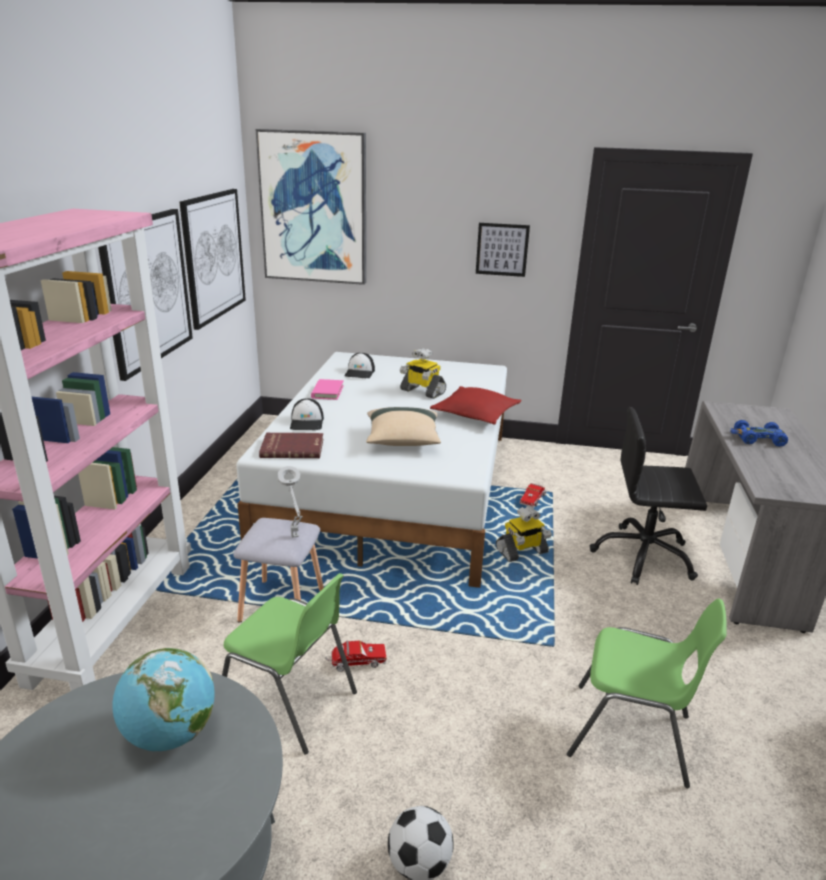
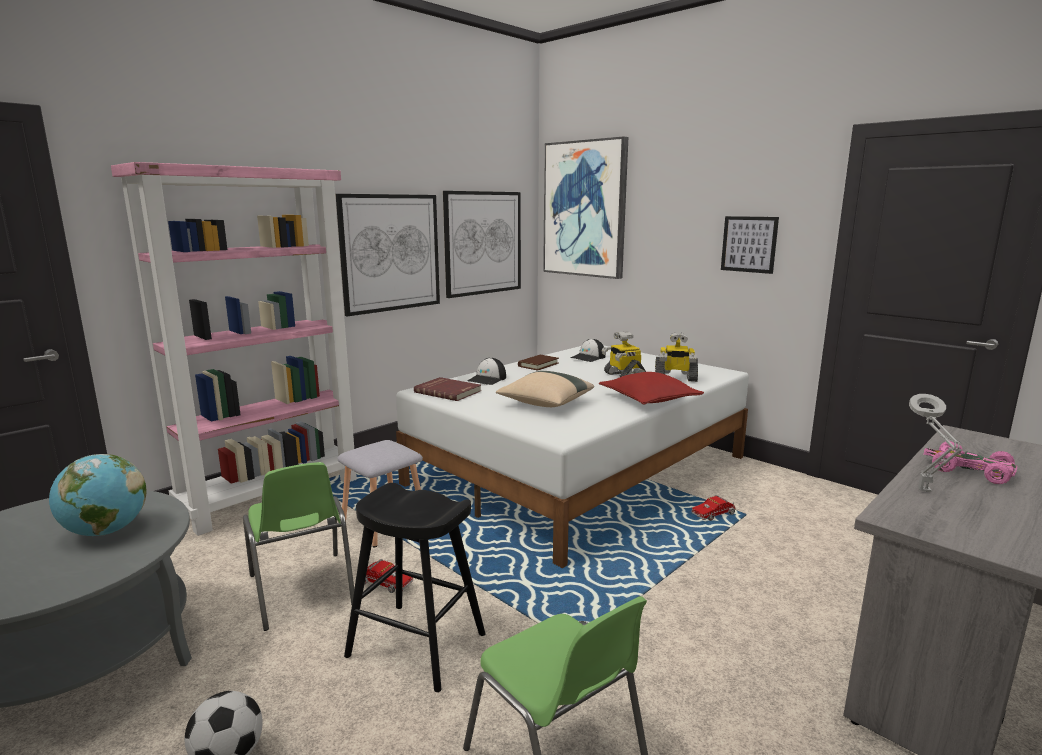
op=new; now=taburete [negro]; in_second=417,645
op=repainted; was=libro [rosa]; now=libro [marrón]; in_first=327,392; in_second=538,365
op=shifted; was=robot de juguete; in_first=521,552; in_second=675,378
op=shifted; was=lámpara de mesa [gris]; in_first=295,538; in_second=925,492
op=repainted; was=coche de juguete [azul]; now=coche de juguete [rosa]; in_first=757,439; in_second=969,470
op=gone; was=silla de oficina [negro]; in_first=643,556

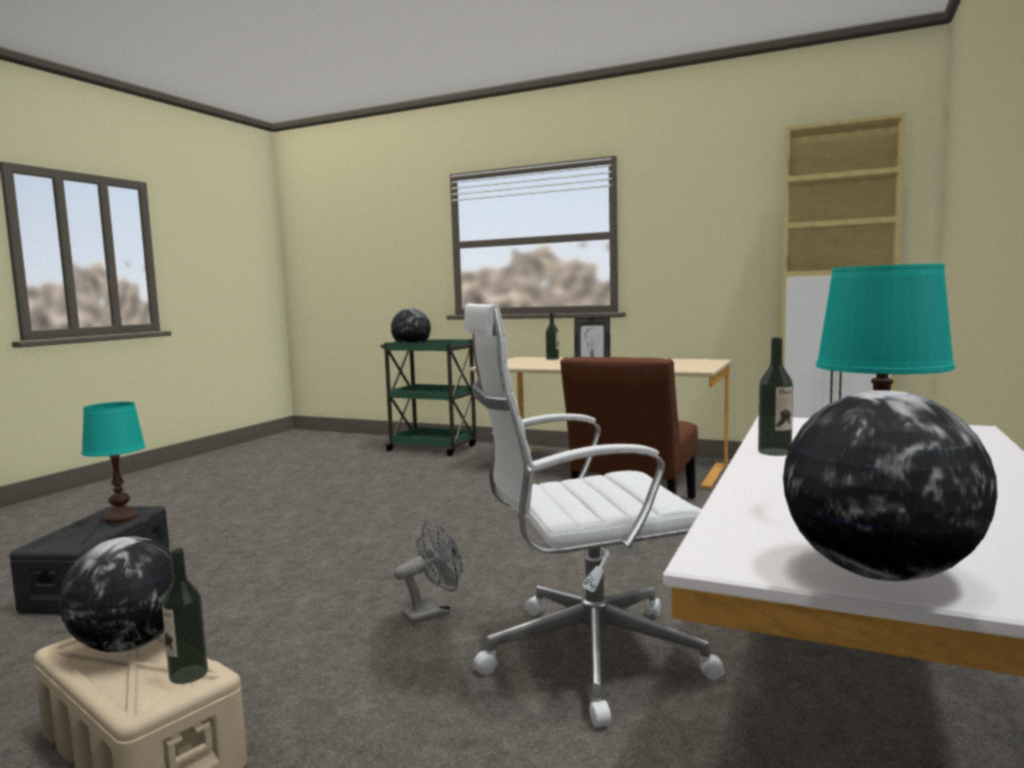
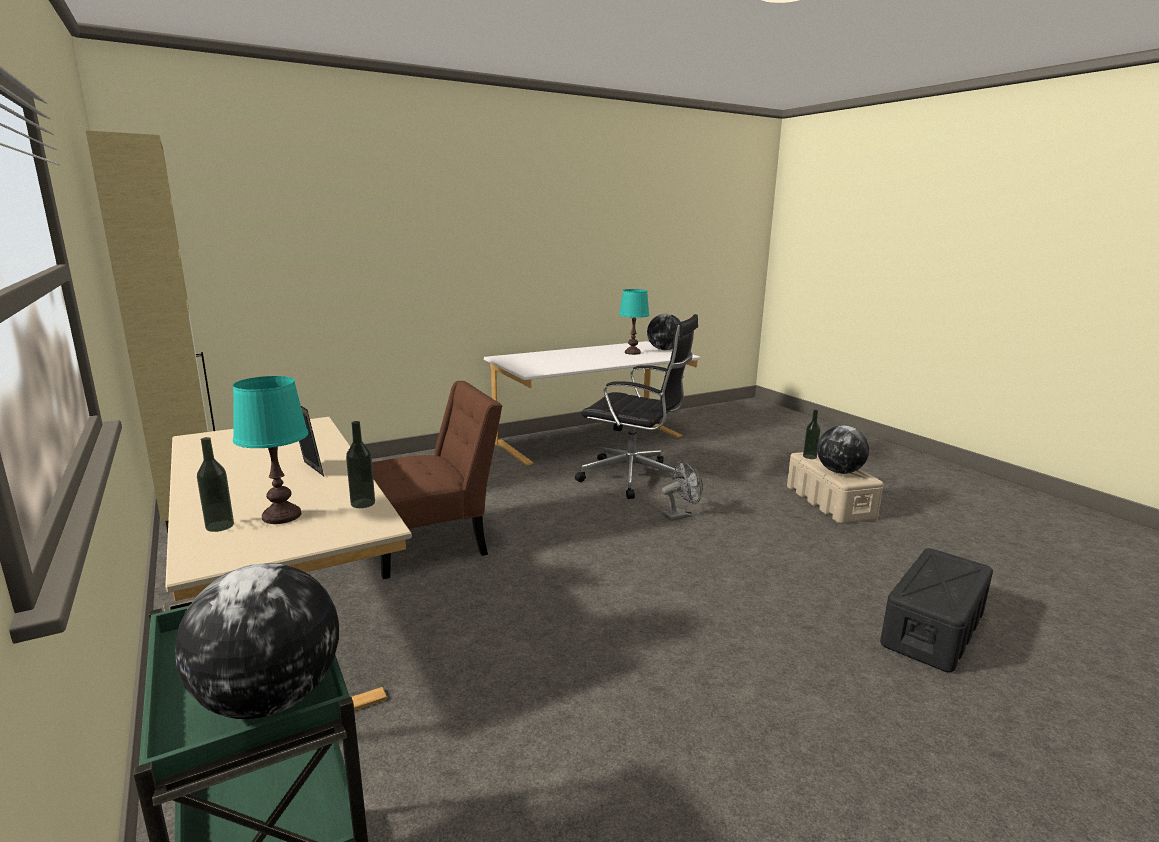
op=shifted; was=lámpara de mesa [turquesa]; in_first=120,518; in_second=282,516
op=shifted; was=botella; in_first=774,452; in_second=363,503
op=repainted; was=silla de oficina [blanco]; now=silla de oficina [negro]; in_first=586,656; in_second=634,478
op=rotated; was=ventilador [gris]; in_first=433,613; in_second=680,515; clockwise=150

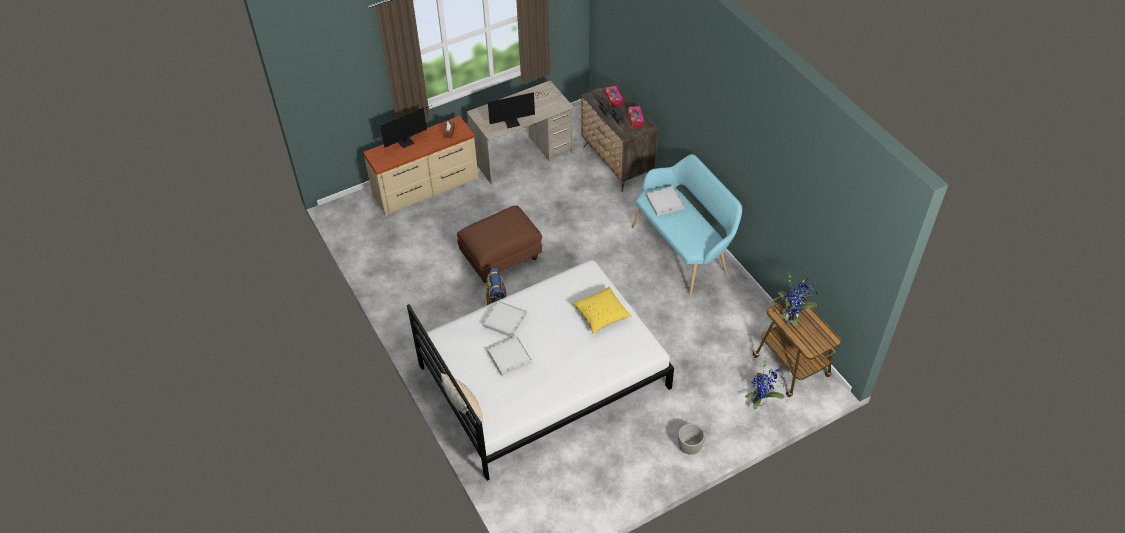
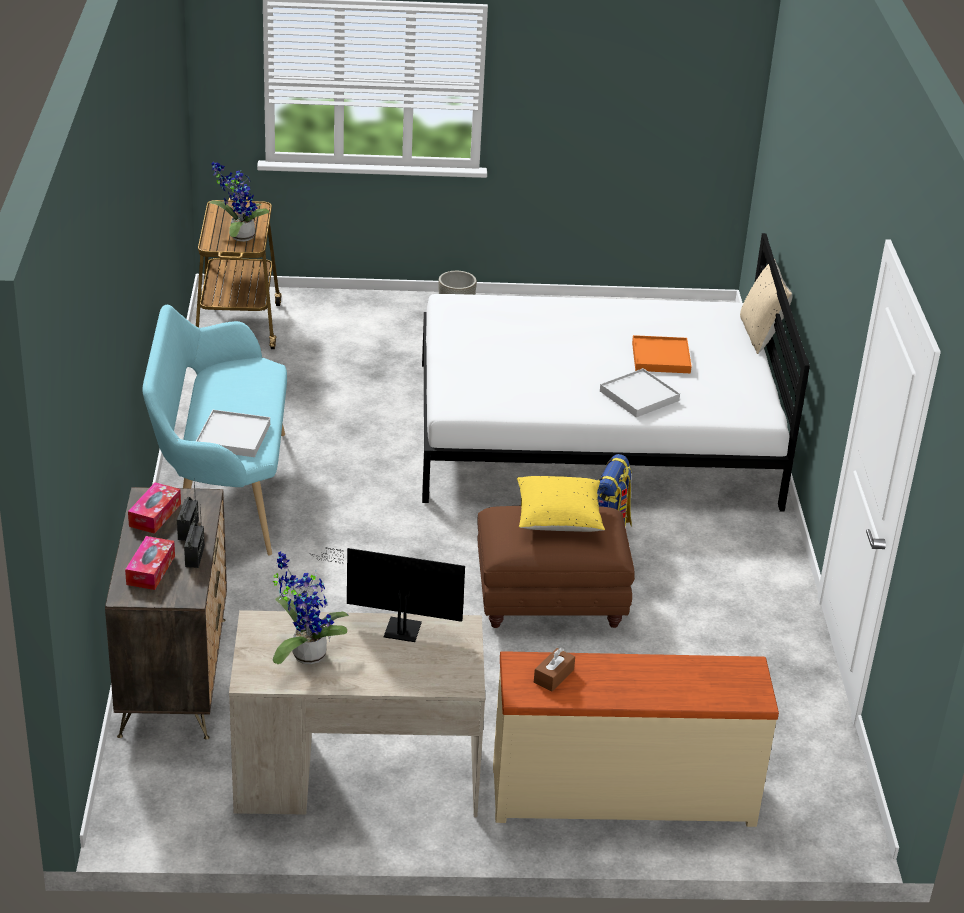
op=shifted; was=planta en maceta; in_first=760,400; in_second=305,653
op=shifted; was=cojín [amarillo]; in_first=601,315; in_second=558,518
op=repainted; was=bandeja [blanco]; now=bandeja [naranja]; in_first=509,357; in_second=661,358
op=gone; was=monitor; in_first=408,141

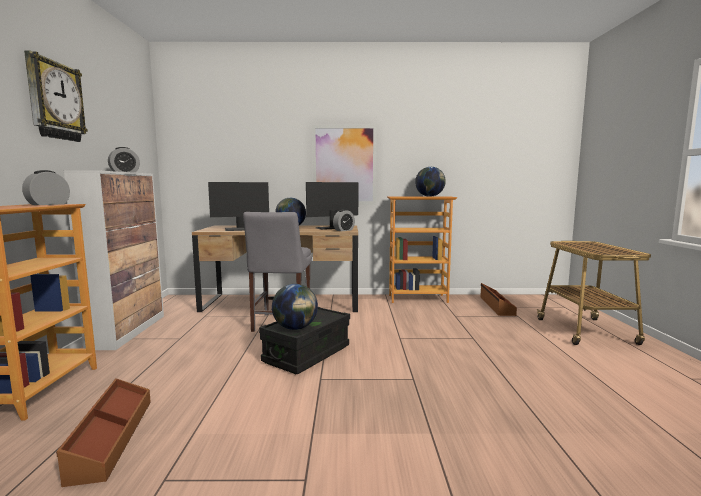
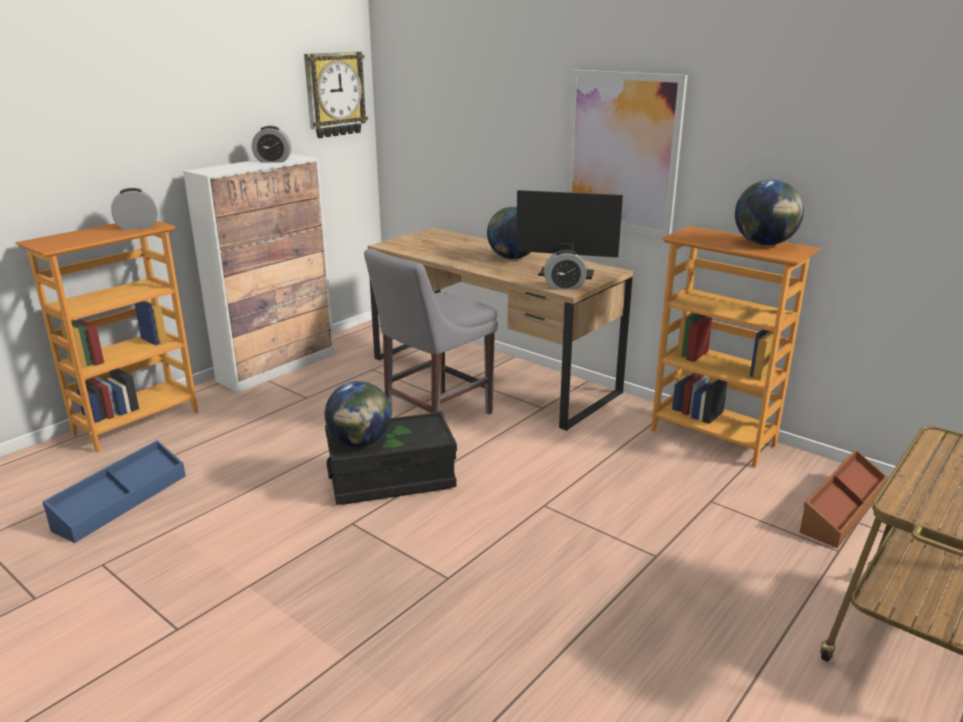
op=repainted; was=caja de almacenaje [marrón]; now=caja de almacenaje [azul]; in_first=111,438; in_second=120,501
op=shifted; was=reloj de pared; in_first=54,100; in_second=334,94
op=gone; was=monitor; in_first=241,229

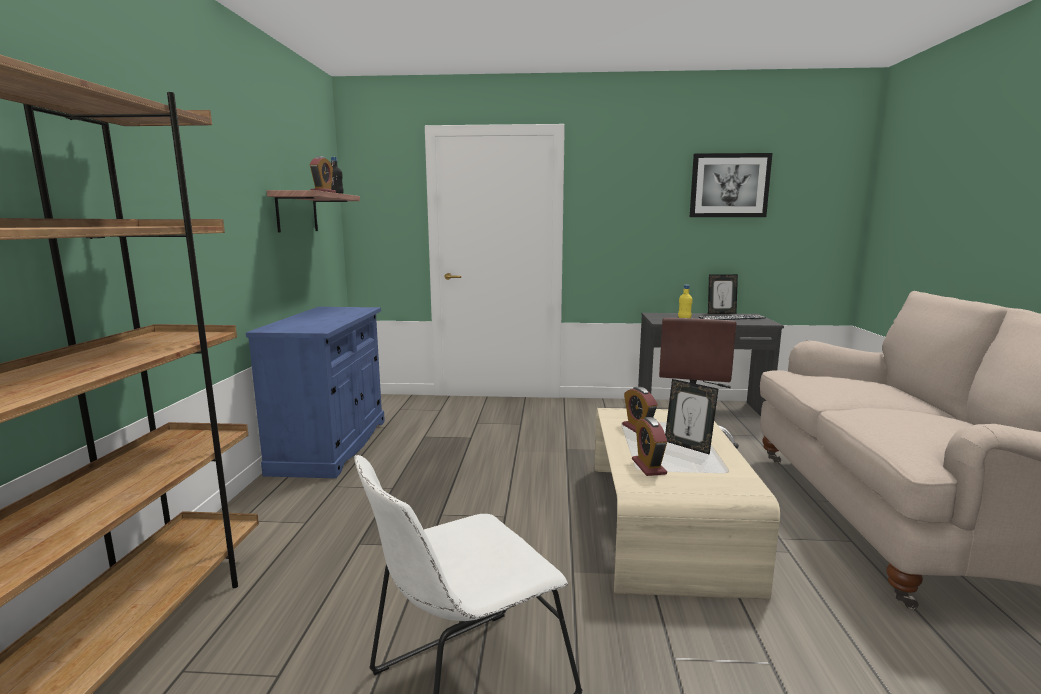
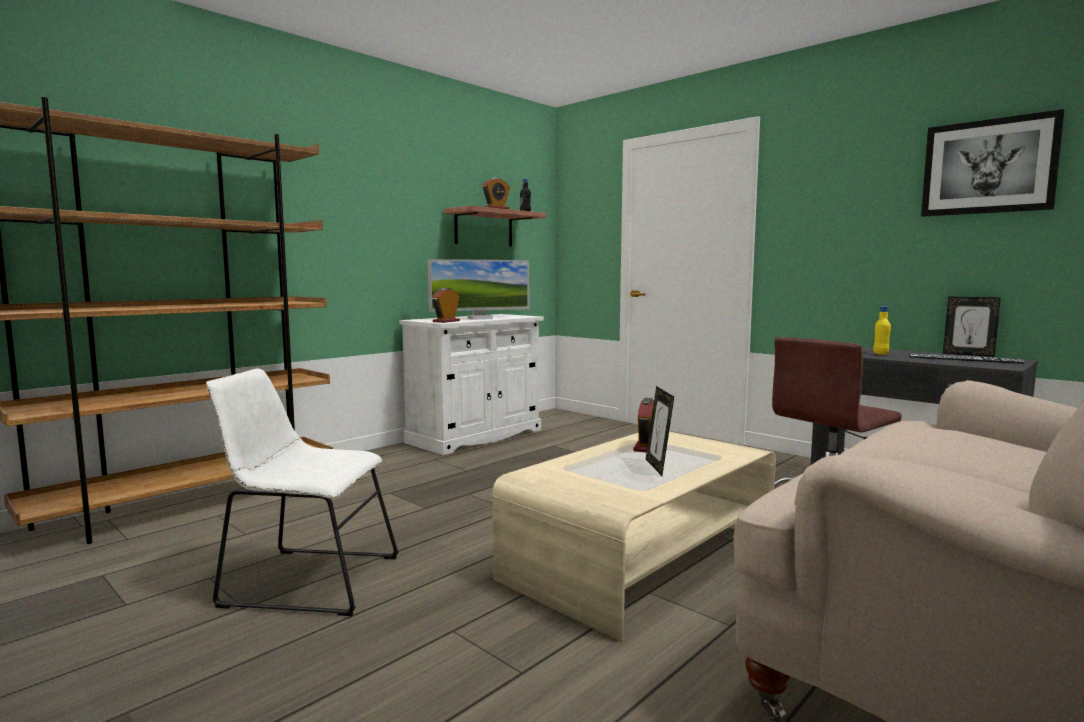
op=repainted; was=armario [azul]; now=armario [blanco]; in_first=331,445; in_second=475,436
op=new; now=monitor; in_second=480,318
op=shifted; was=despertador; in_first=648,467; in_second=446,321

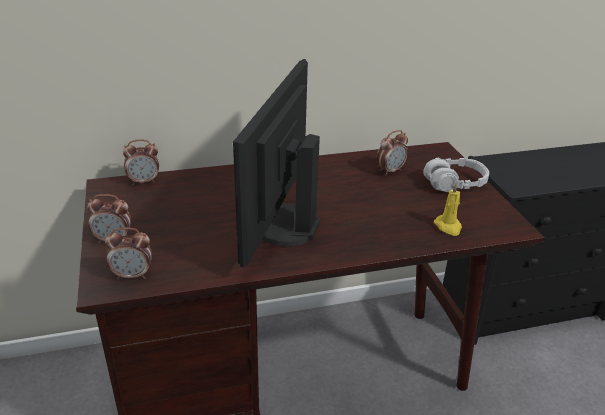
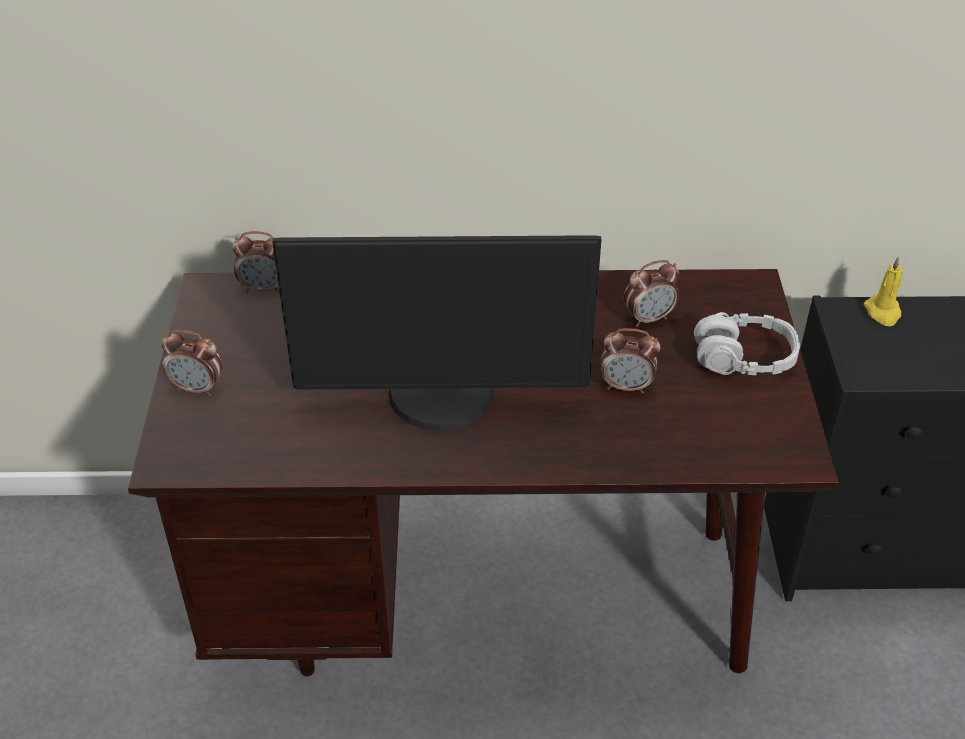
op=rotated; was=monitor; in_first=283,224; in_second=441,397; clockwise=-120
op=shifted; was=despertador; in_first=132,275; in_second=626,386
op=shifted; was=vela [amarillo]; in_first=448,227; in_second=883,312

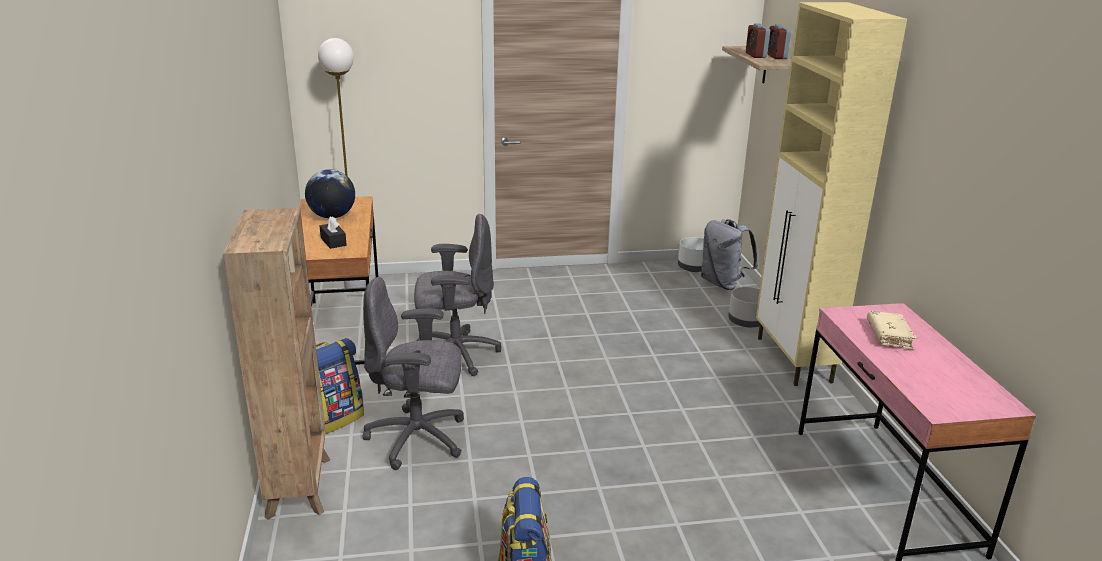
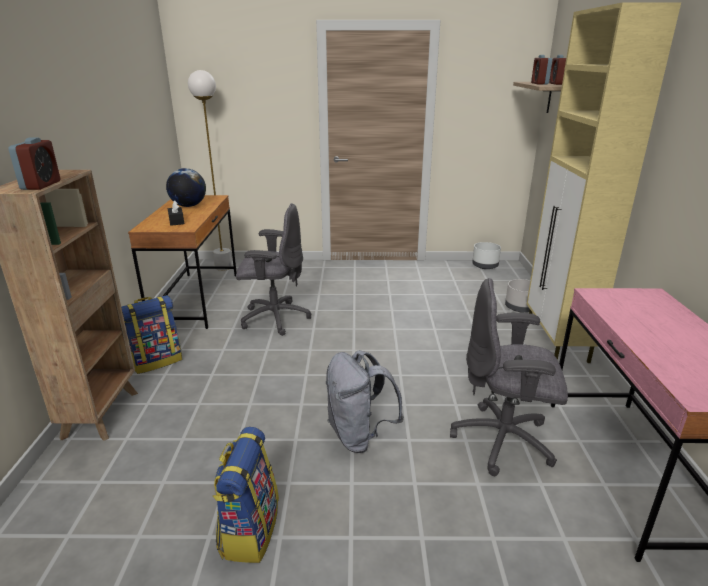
op=new; now=despertador; in_second=41,185
op=shifted; was=mochila [gris]; in_first=723,284; in_second=359,436
op=shifted; was=silla de oficina [gris]; in_first=418,439; in_second=504,441
op=gone; was=libro [beis]; in_first=889,336

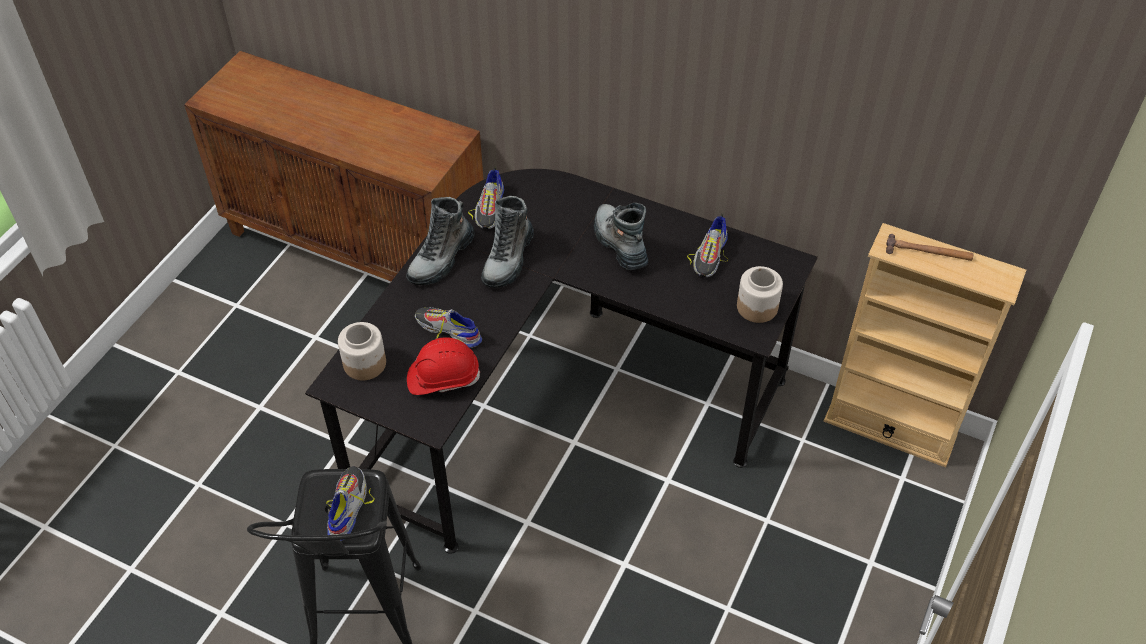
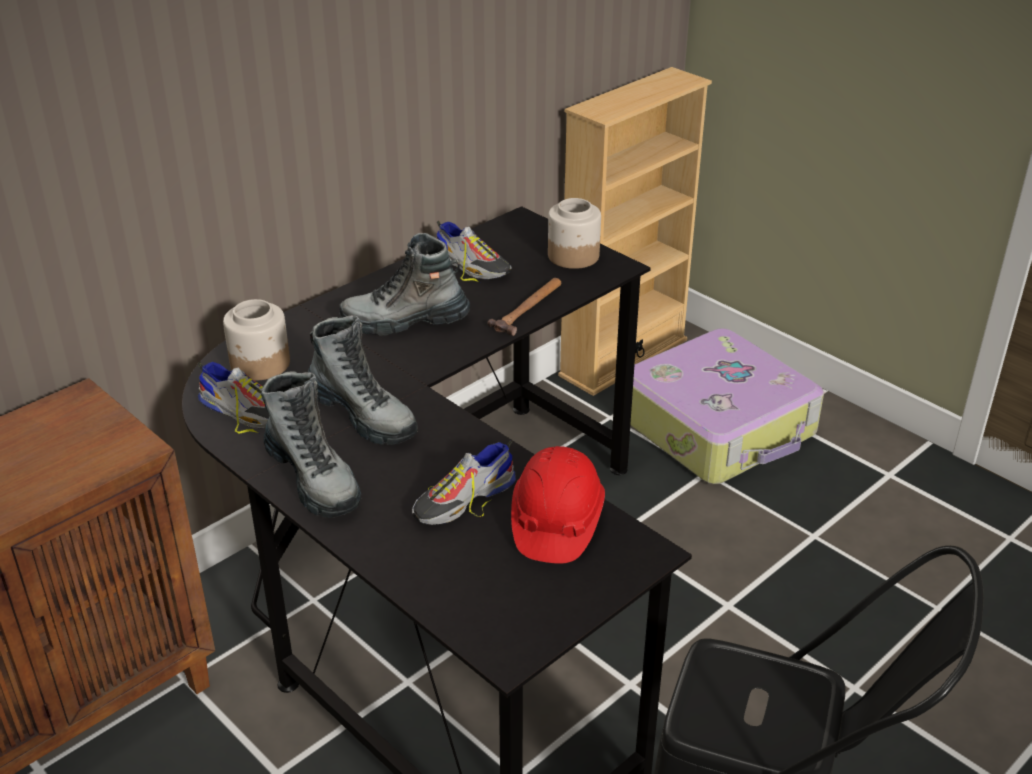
op=shifted; was=tarro; in_first=364,364; in_second=260,364
op=shifted; was=martillo; in_first=928,252; in_second=529,308
op=new; now=maleta; in_second=718,426
op=gone; was=zapato; in_first=347,506

